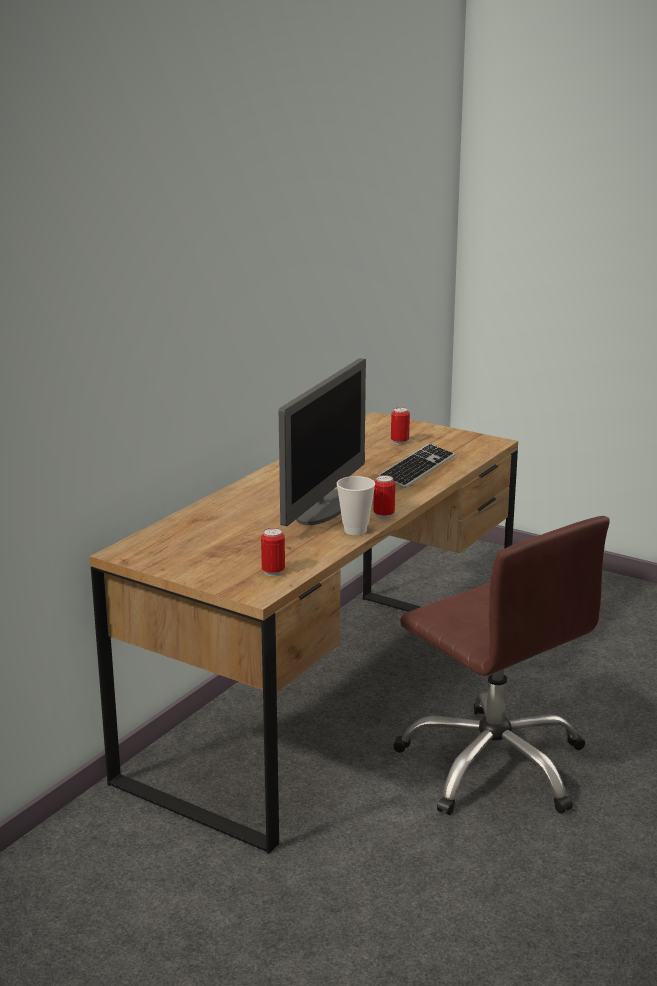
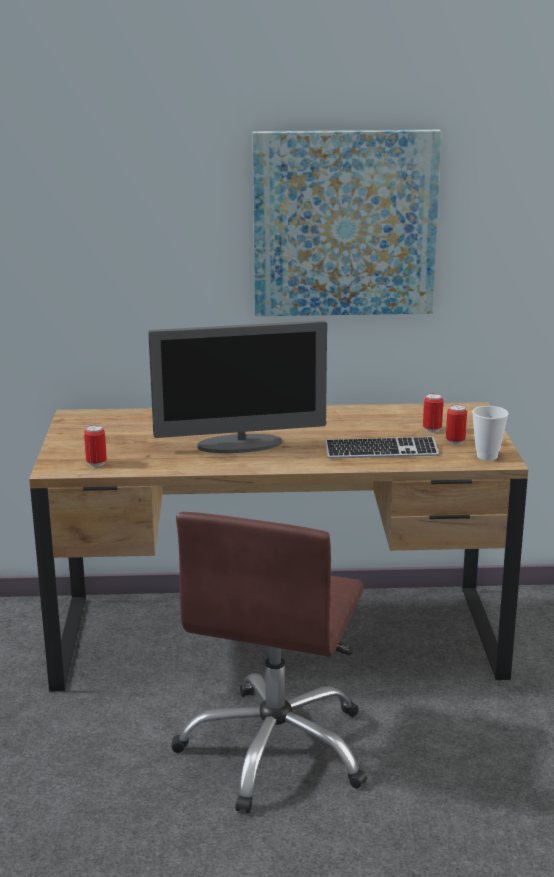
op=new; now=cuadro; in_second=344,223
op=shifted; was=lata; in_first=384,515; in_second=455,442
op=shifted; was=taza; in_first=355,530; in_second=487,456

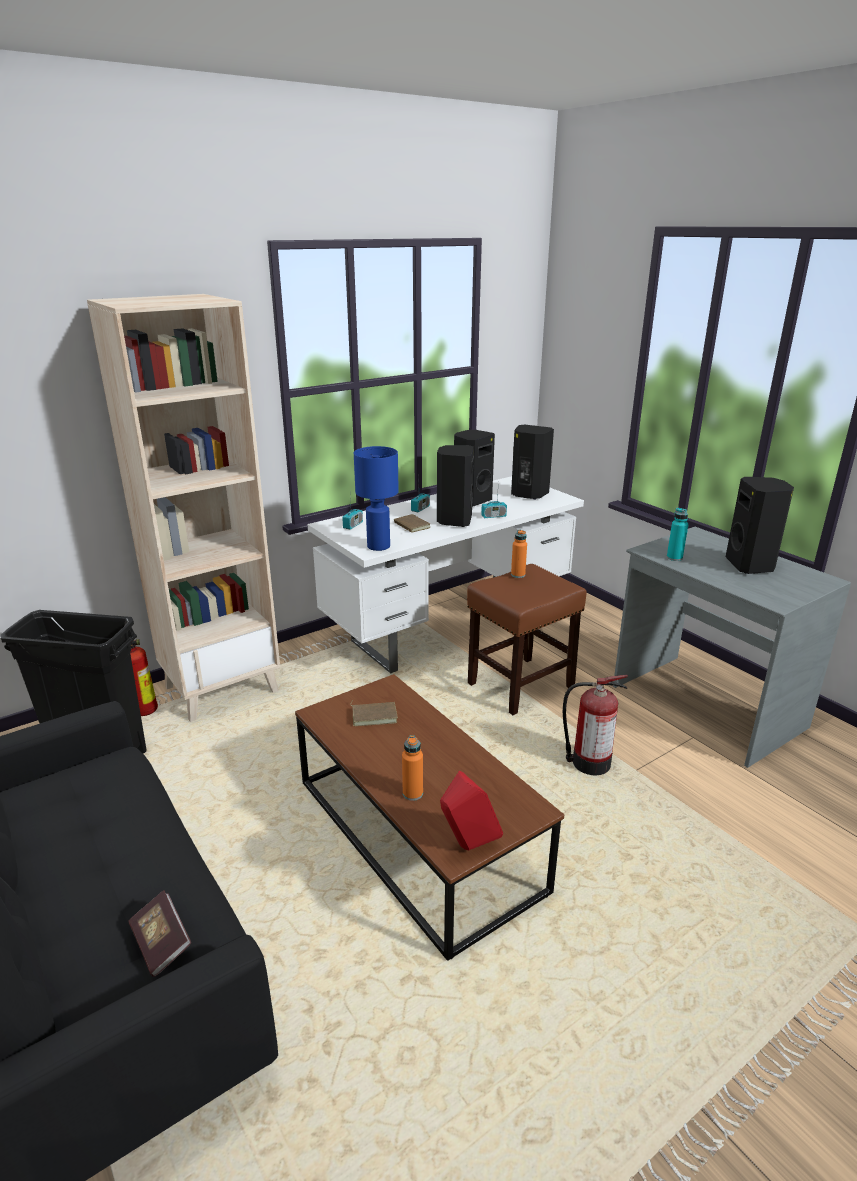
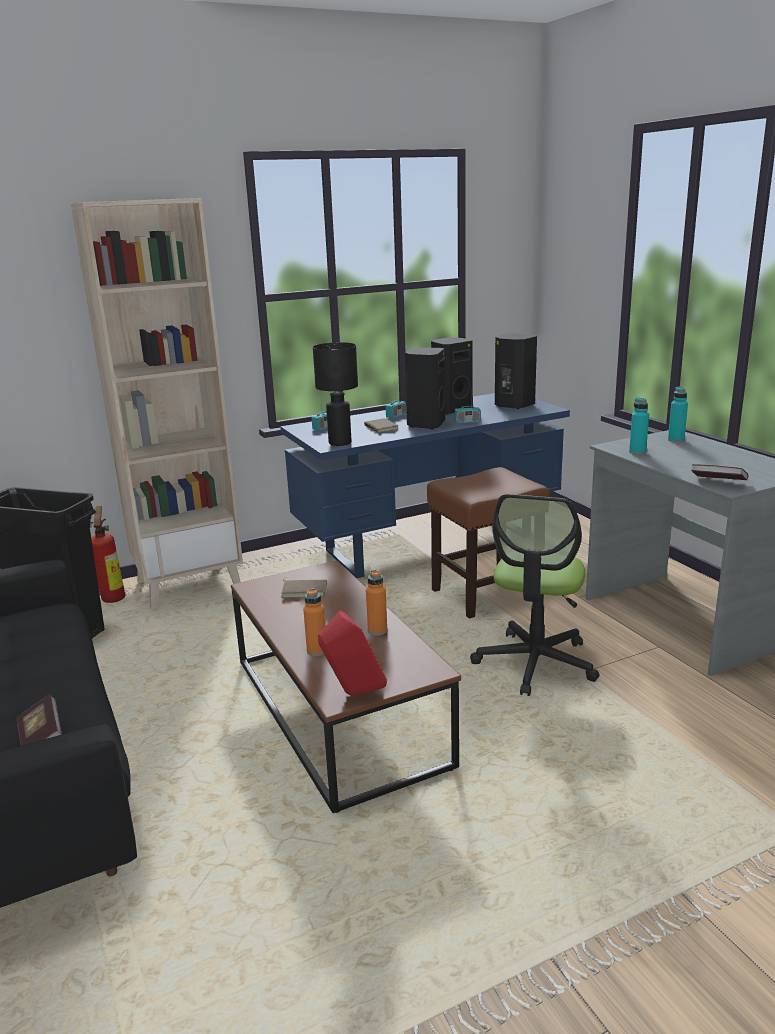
op=repainted; was=escritorio [blanco]; now=escritorio [azul]; in_first=449,628; in_second=429,543
op=repainted; was=lámpara de mesa [azul]; now=lámpara de mesa [negro]; in_first=379,546; in_second=340,443
op=shifted; was=botella [naranja]; in_first=518,575; in_second=377,631
op=swapped; was=extintor; now=silla de oficina; in_first=588,763; in_second=535,663
op=new; now=botella [turquesa]; in_second=676,440
op=new; now=libro; in_second=718,483
op=gone; was=altavoz [negro]; in_first=751,565

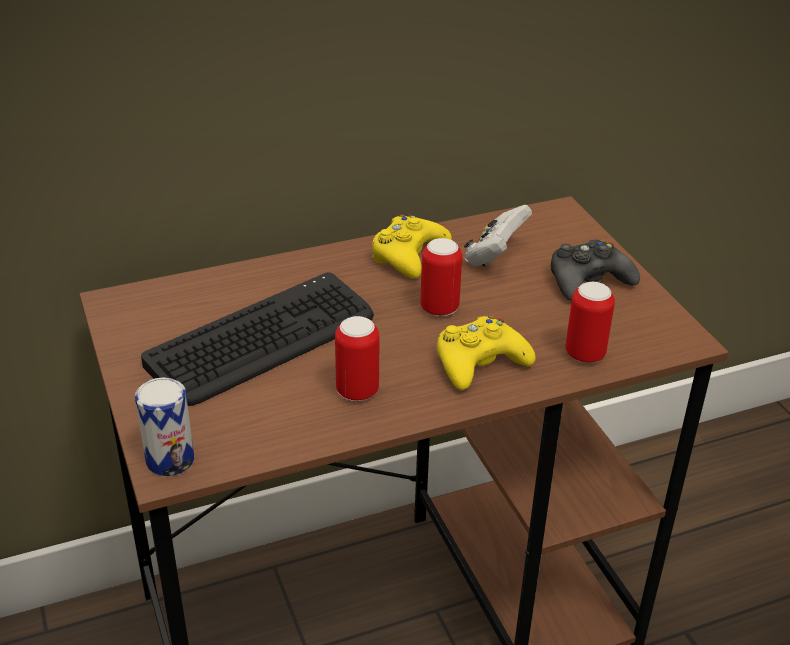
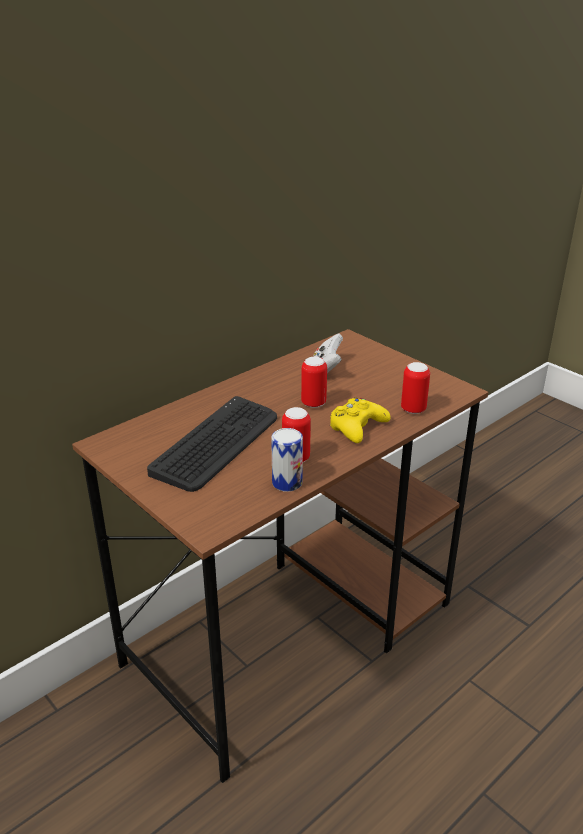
op=shifted; was=lata; in_first=170,460; in_second=287,482
op=gone; was=mando de consola [amarillo]; in_first=408,255
op=gone; was=mando de consola [negro]; in_first=588,280

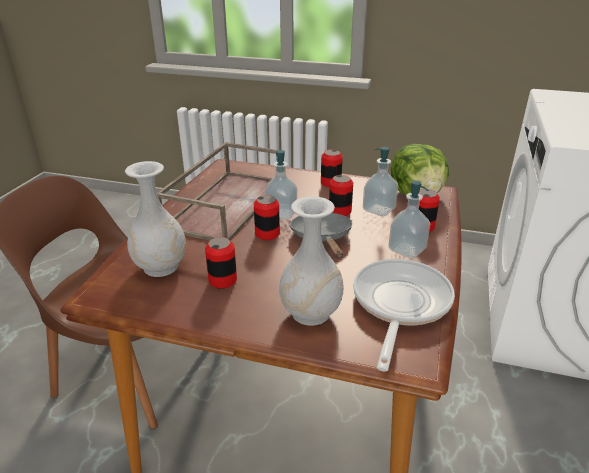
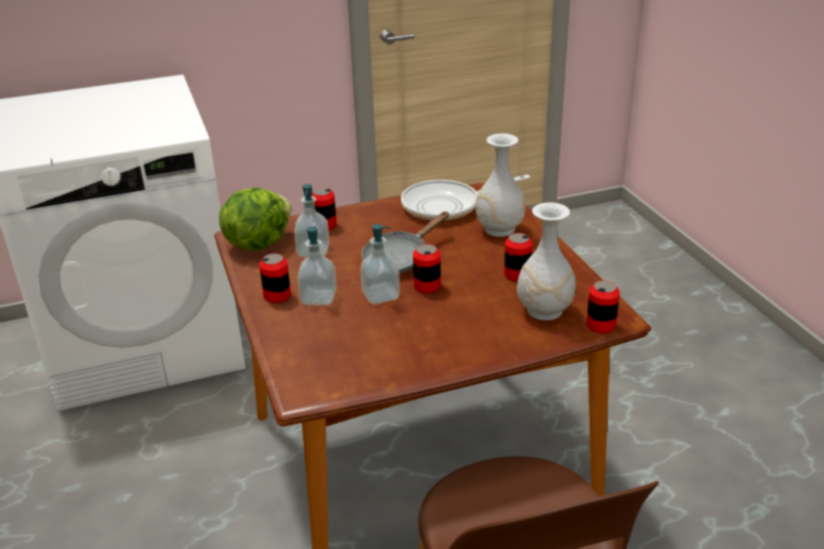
op=shifted; was=dispensador de jabón; in_first=407,249; in_second=318,298
op=shifted; was=lata; in_first=340,211; in_second=600,325
op=gone; was=bandeja [marrón]; in_first=226,203

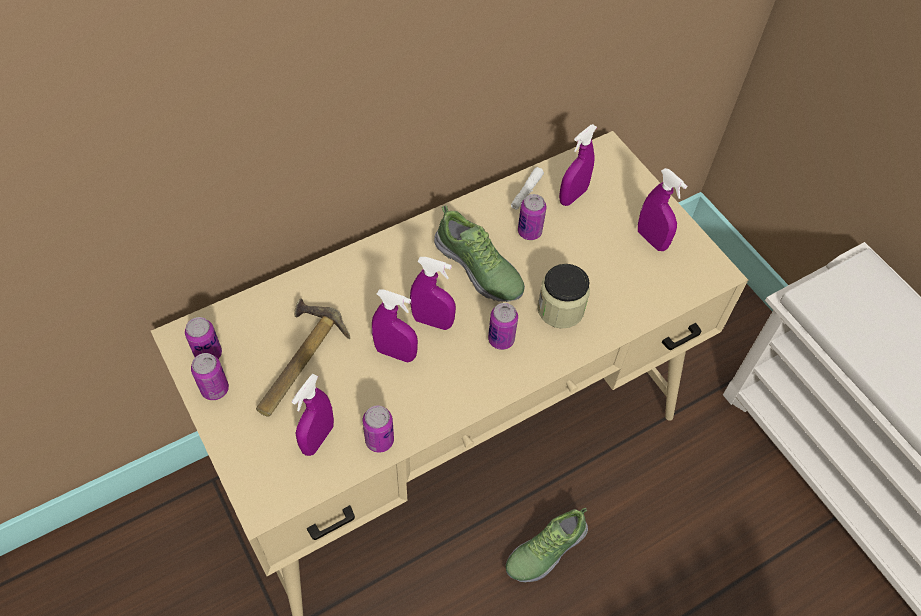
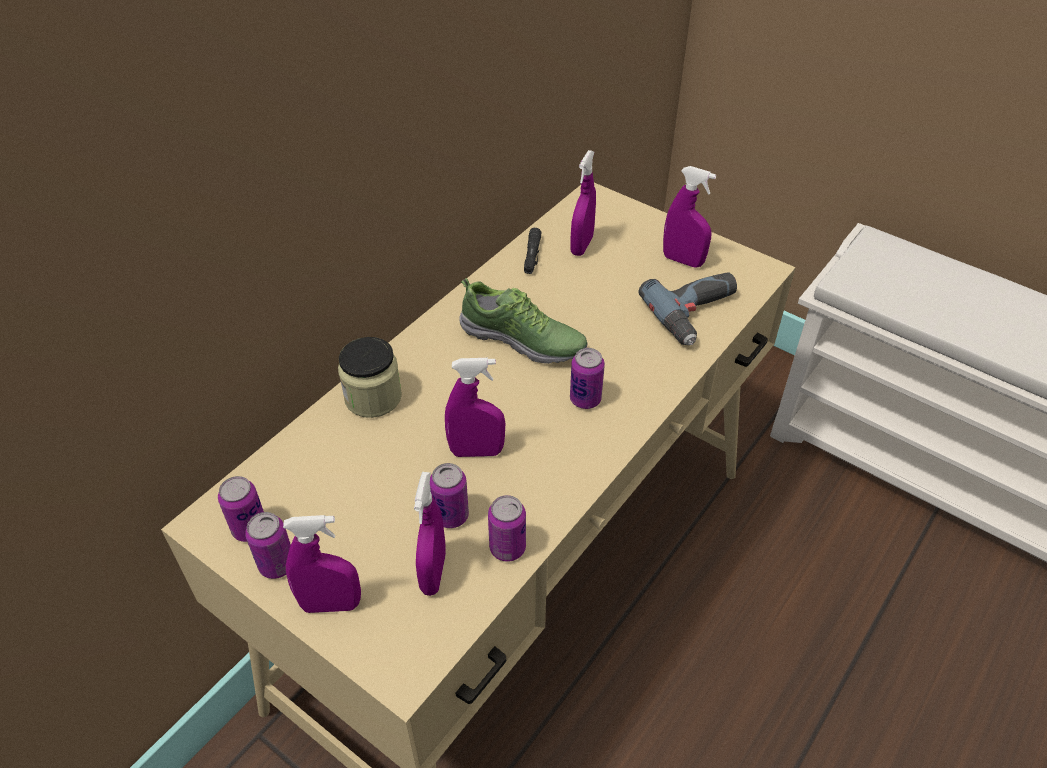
op=shifted; was=pulverizador [morado]; in_first=432,321; in_second=331,605
op=shifted; was=tarro; in_first=560,309; in_second=373,397
op=shifted; was=lata; in_first=529,232; in_second=451,516
op=repainted; was=linterna [blanco]; now=linterna [negro]; in_first=526,192; in_second=532,256
op=new; now=taladro; in_second=698,314
op=gone; was=martillo; in_first=296,361
op=gone; was=zapato; in_first=545,549

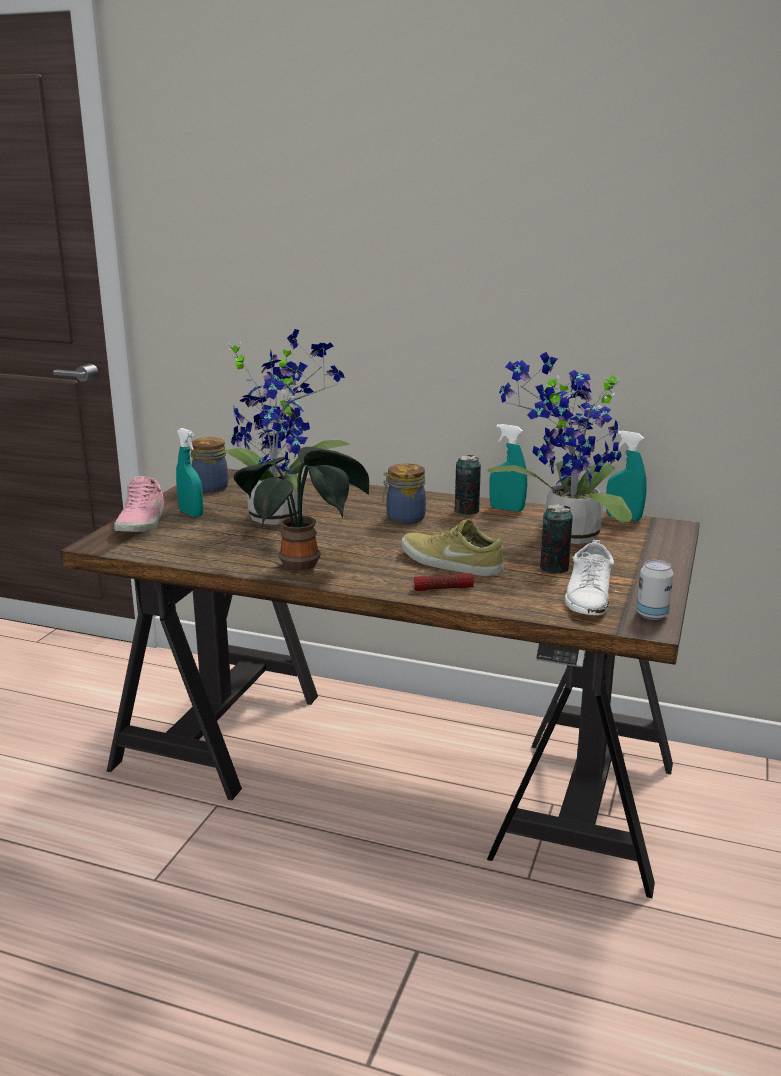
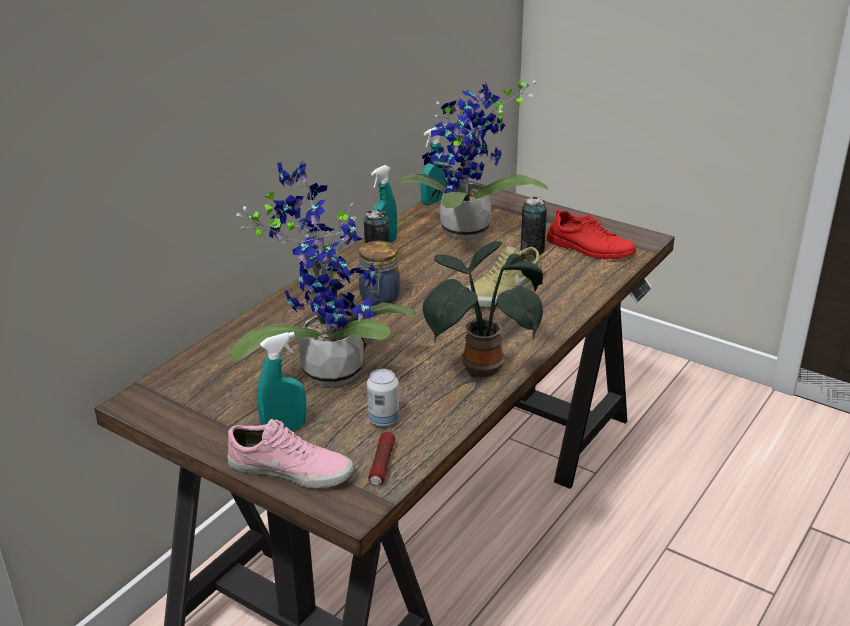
op=shifted; was=lata; in_first=652,615; in_second=383,420
op=shifted; was=linterna; in_first=443,589; in_second=382,465
op=repainted; was=zapato [blanco]; now=zapato [rojo]; in_first=588,596; in_second=589,248
op=gone; was=tarro; in_first=211,487

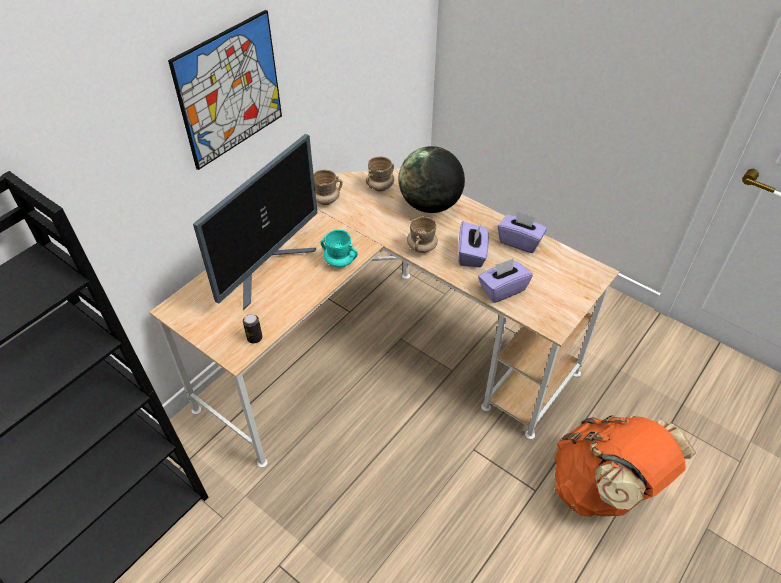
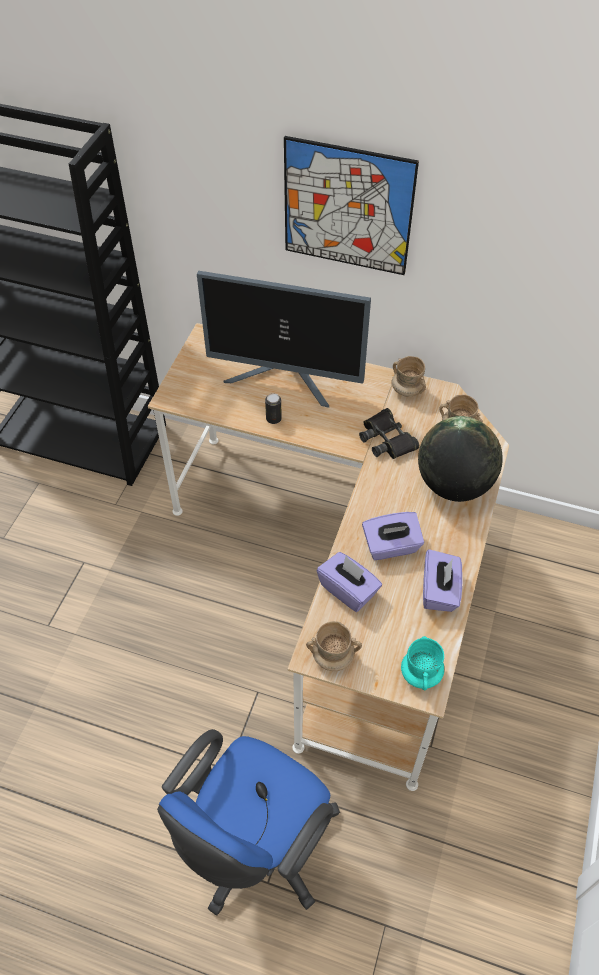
op=swapped; was=mochila [naranja]; now=silla de oficina [azul]; in_first=603,488; in_second=255,847
op=shifted; was=lata; in_first=254,338; in_second=273,419
op=shifted; was=taza grande [beis]; in_first=421,247; in_second=333,657
op=new; now=prismáticos [negro]; in_second=387,439
op=shifted; was=taza grande [turquesa]; in_first=340,262; in_second=421,674

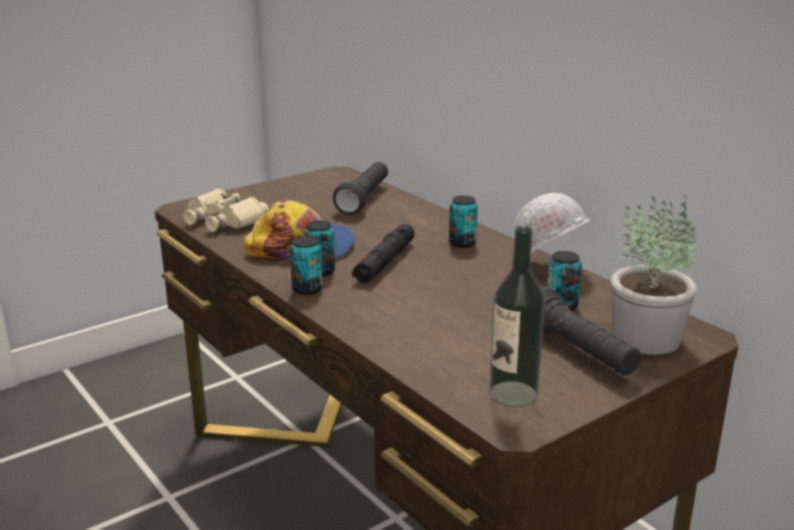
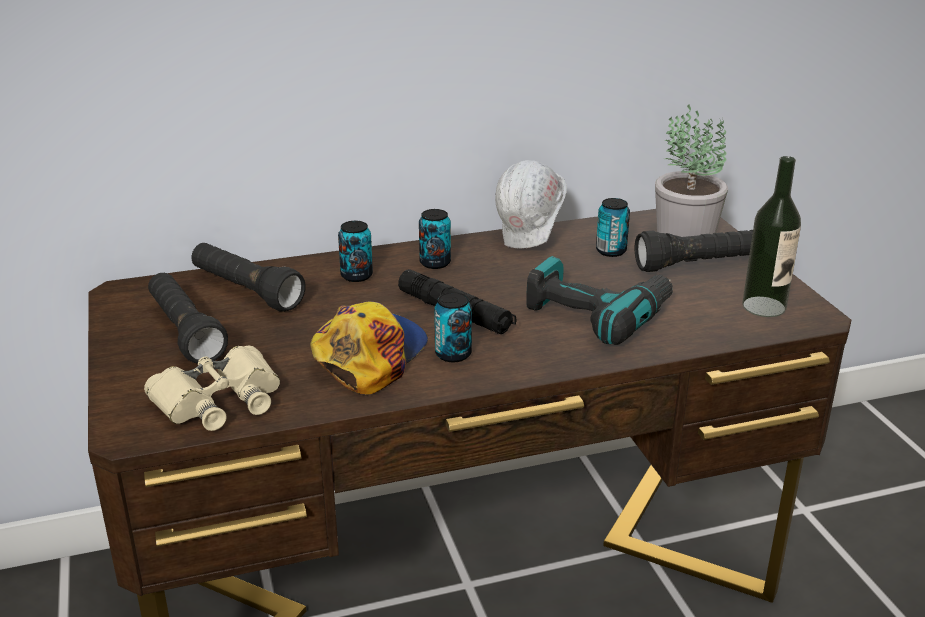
op=new; now=linterna [negro]; in_second=185,333
op=shifted; was=lata; in_first=307,289; in_second=356,276
op=new; now=taladro; in_second=597,312

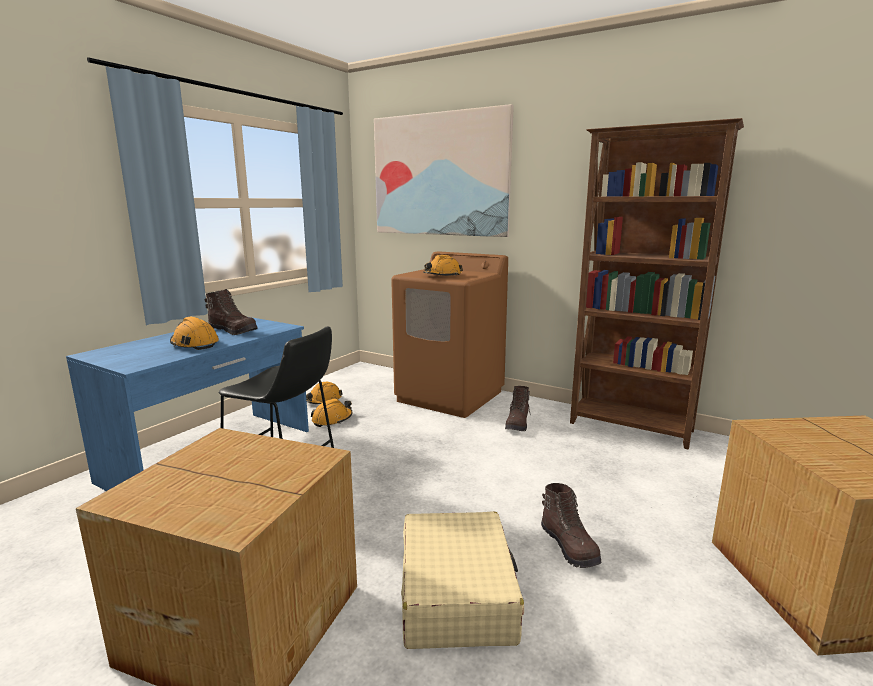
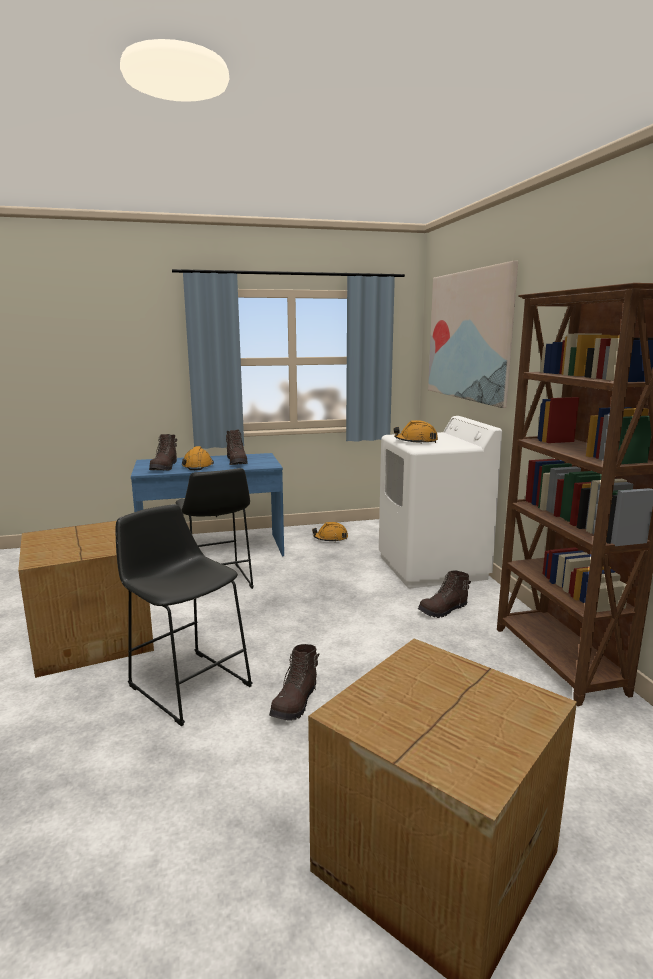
op=swapped; was=maleta [beis]; now=taburete [negro]; in_first=457,593; in_second=187,683
op=new; now=bota [marrón]; in_second=165,467
op=repainted; was=lavadora [marrón]; now=lavadora [blanco]; in_first=450,396; in_second=432,567
op=gone; was=casco [naranja]; in_first=332,419

